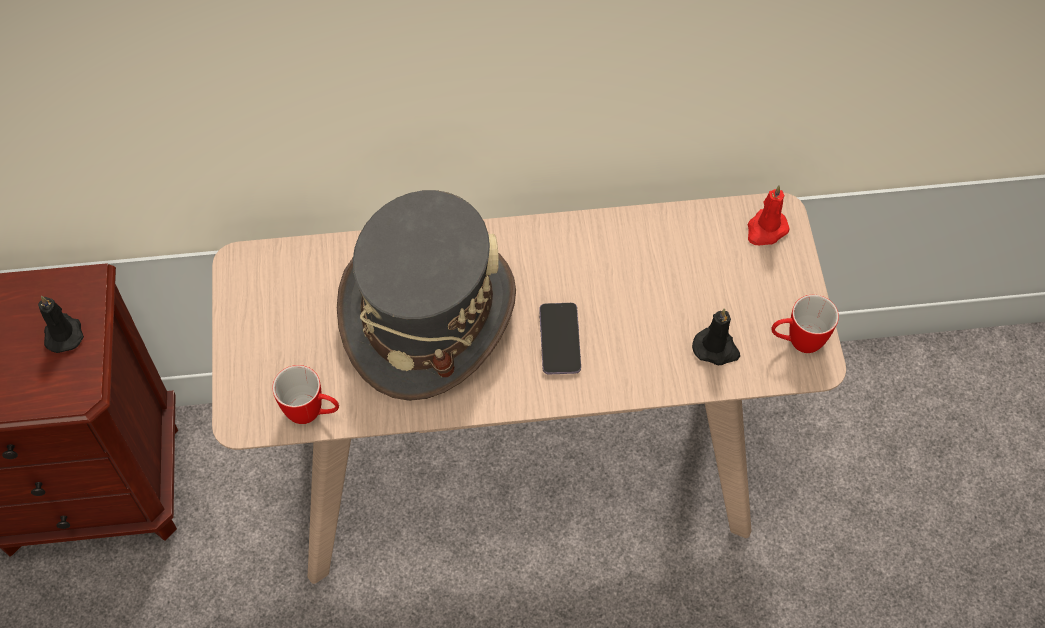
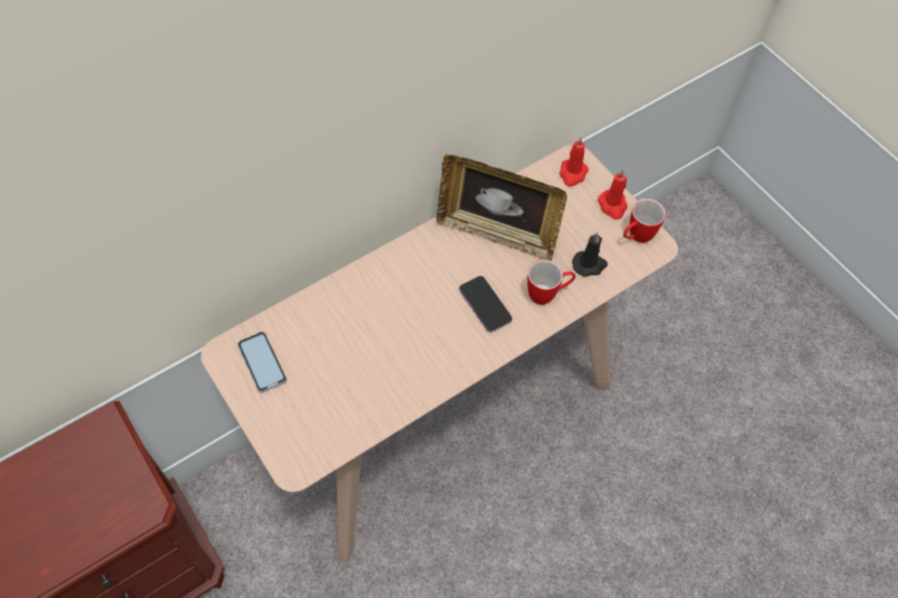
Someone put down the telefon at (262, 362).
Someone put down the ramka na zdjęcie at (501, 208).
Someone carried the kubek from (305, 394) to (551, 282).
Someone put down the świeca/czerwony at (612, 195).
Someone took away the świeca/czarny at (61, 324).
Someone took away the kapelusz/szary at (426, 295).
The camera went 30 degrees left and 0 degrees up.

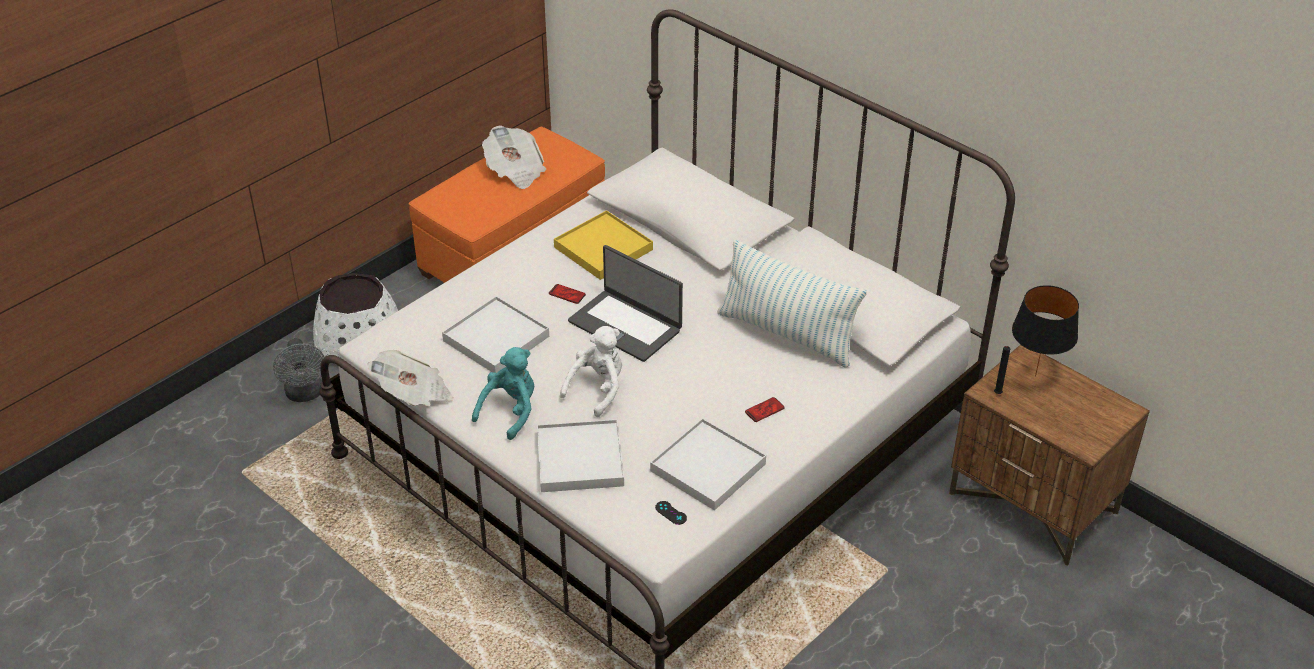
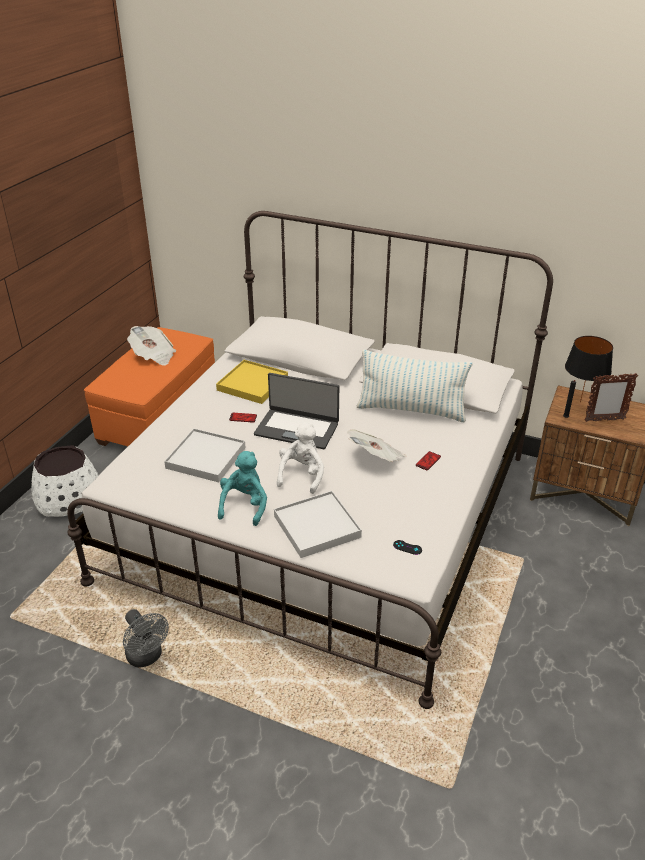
Someone carried the wentylator/szary from (298, 370) to (146, 638).
Someone carried the gazeta from (410, 378) to (376, 445).
Someone put down the ramka na zdjęcie at (611, 397).
Someone took away the taca/biały at (708, 464).
The camera went 20 degrees left and 5 degrees down.

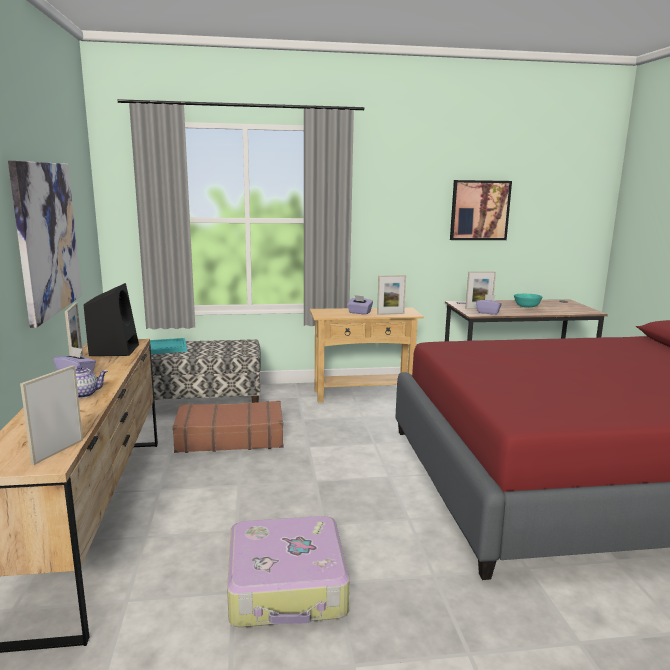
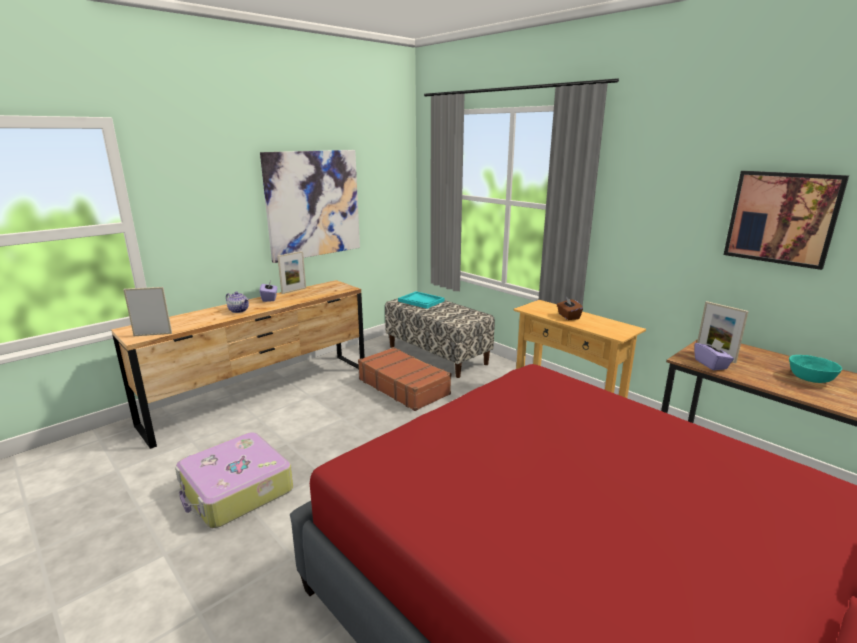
Someone repainted the pudełko chusteczek/fioletowy at (360, 305), which became the pudełko chusteczek/brązowy at (570, 308).
Someone took away the głośnik/czarny at (111, 319).
Someone took away the ramka na zdjęcie at (391, 295).
The camera went 55 degrees right and 5 degrees up.

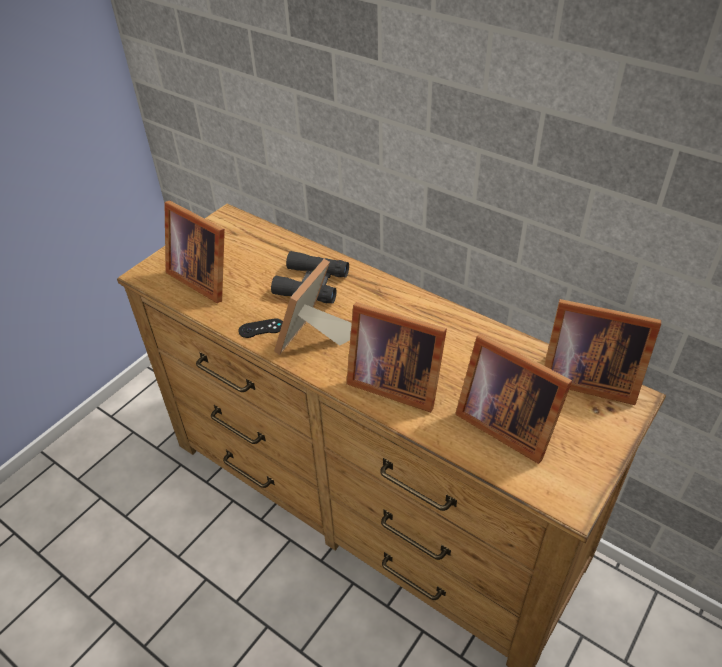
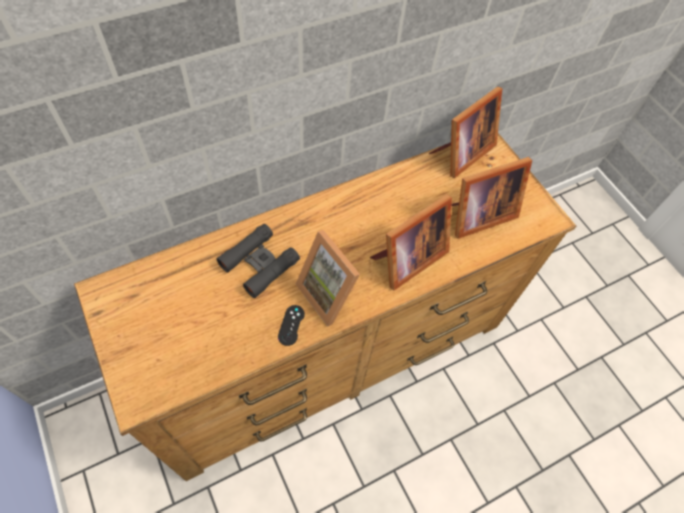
Someone took away the ramka na zdjęcie at (194, 252).
The camera went 70 degrees left and 15 degrees up.

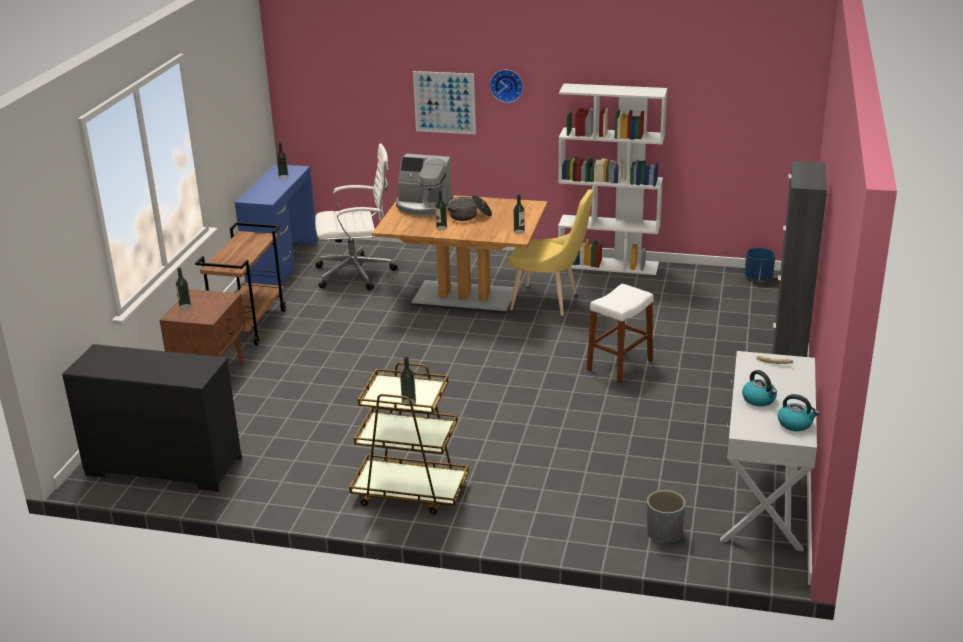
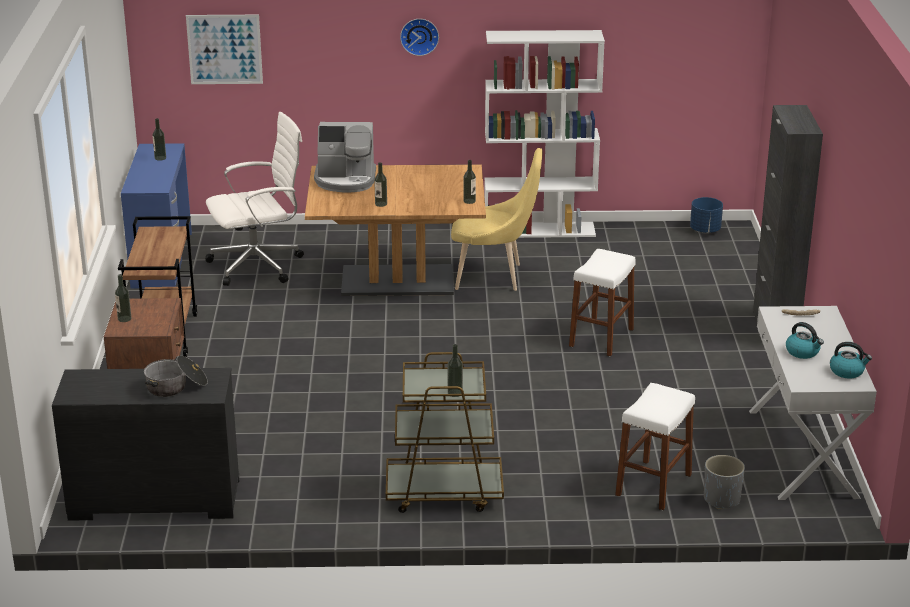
Someone carried the garnek from (470, 208) to (176, 376).
Someone carried the obraz from (444, 102) to (224, 49).
Someone put down the stołek/biały at (655, 446).
The camera went 15 degrees left and 0 degrees up.

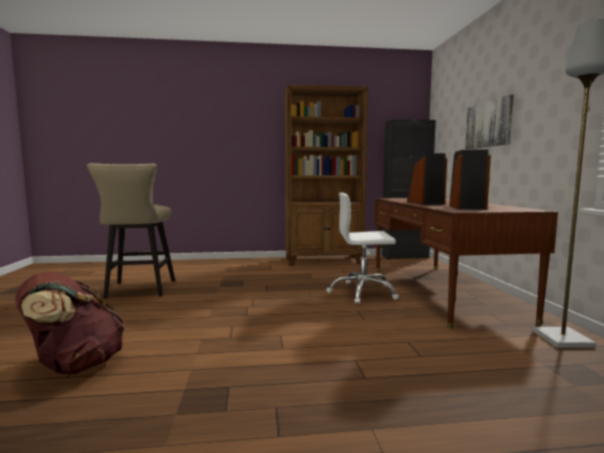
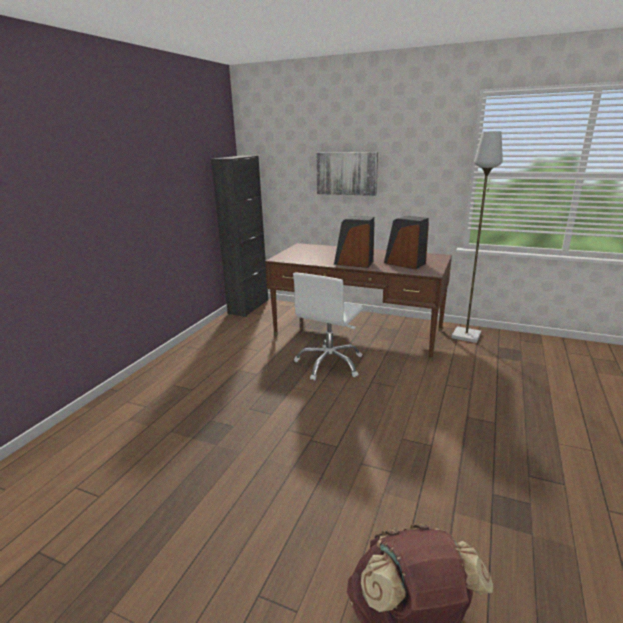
Someone took away the stołek/beżowy at (131, 231).
Someone took away the regał/brązowy at (326, 175).
The camera went 60 degrees left and 15 degrees up.

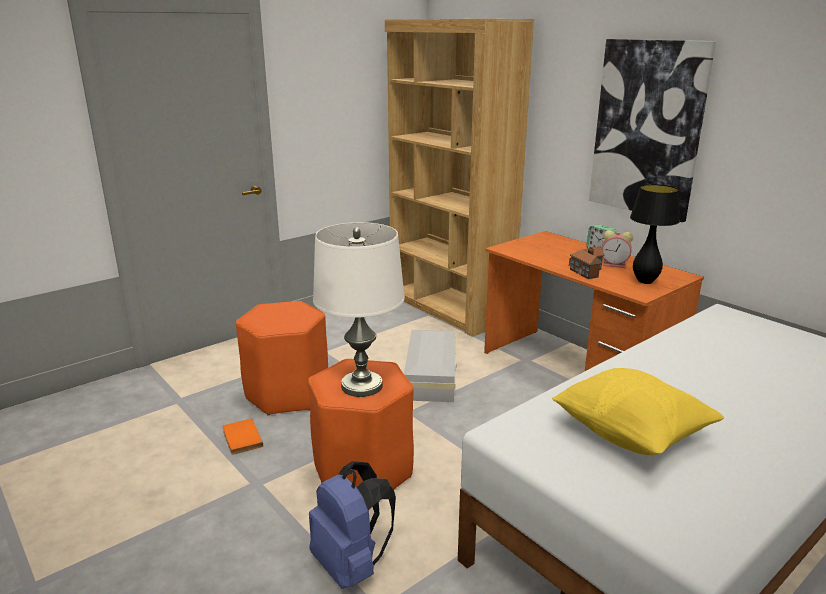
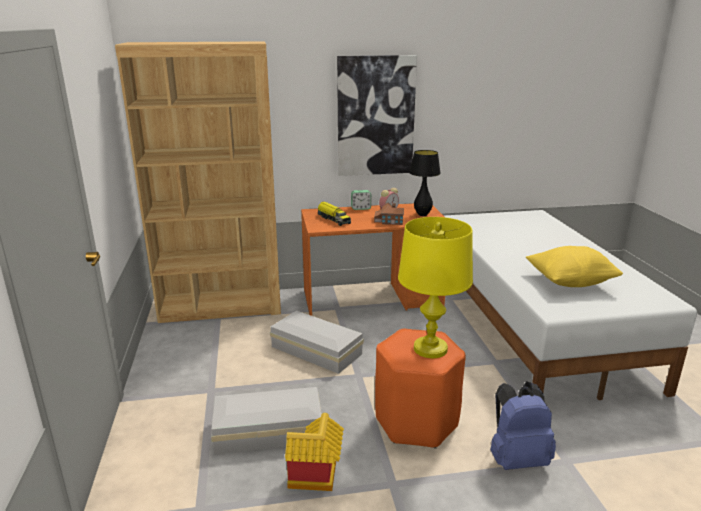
Someone swapped the stołek/pomarańczowy at (282, 358) for the pojemnik do przechowywania/biały at (266, 420).
Someone swapped the książka/pomarańczowy at (242, 436) for the domek at (314, 452).
Someone put down the ciężarówka zabawkowa at (334, 213).
Someone repainted the lampa stołowa/biały at (359, 309), which became the lampa stołowa/żółty at (435, 287).
The camera went 60 degrees left and 0 degrees up.

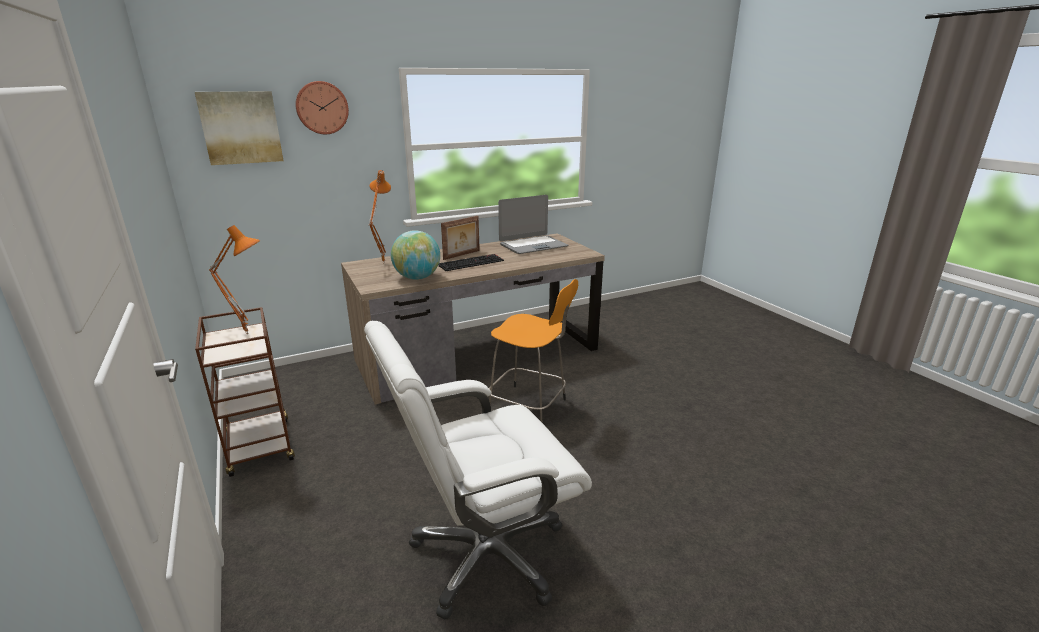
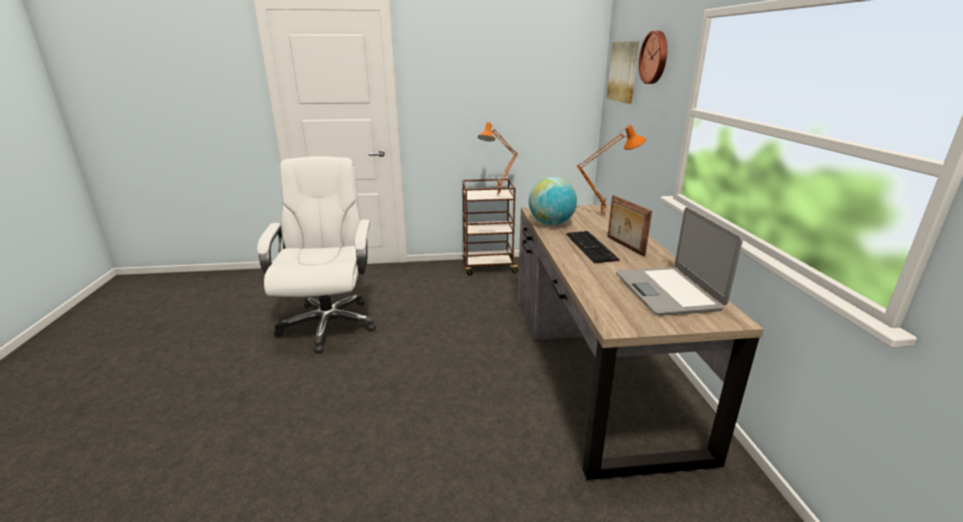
Someone took away the stołek/pomarańczowy at (533, 351).
The camera went 110 degrees right and 0 degrees up.

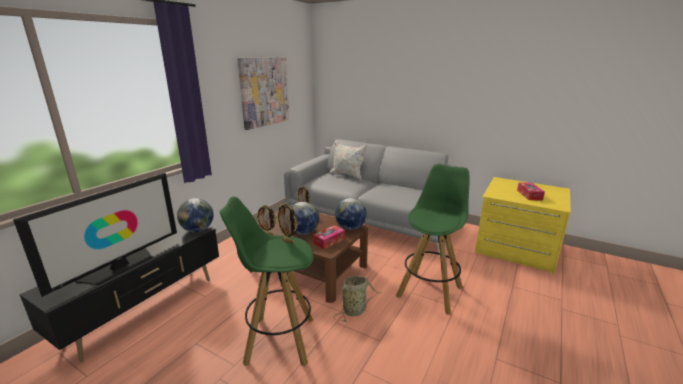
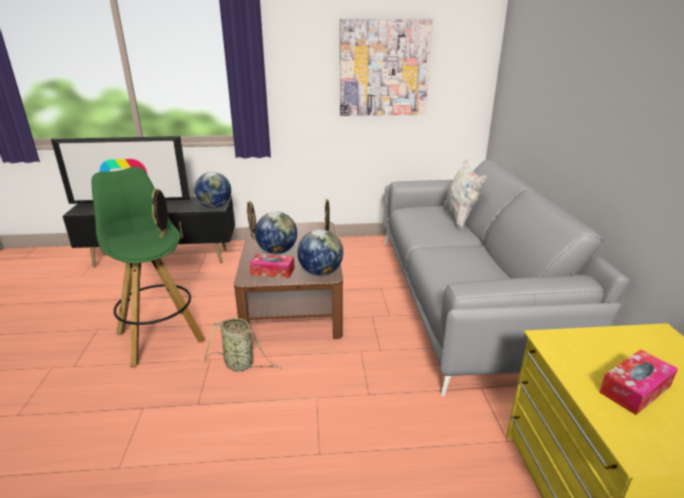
Someone took away the stołek/zielony at (432, 239).
The camera went 55 degrees right and 5 degrees up.

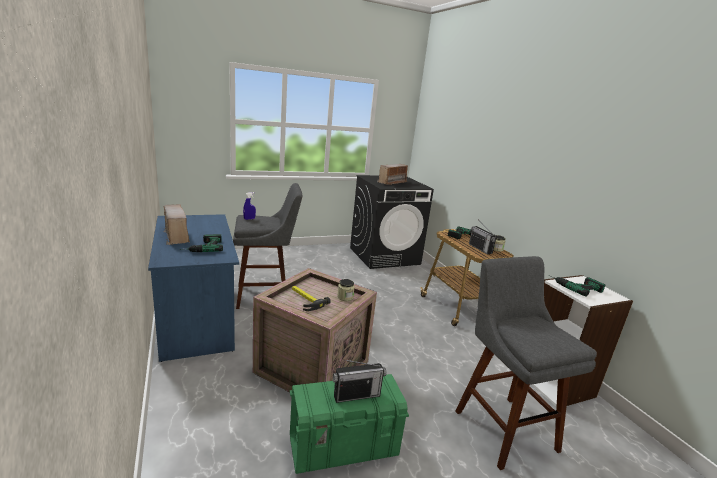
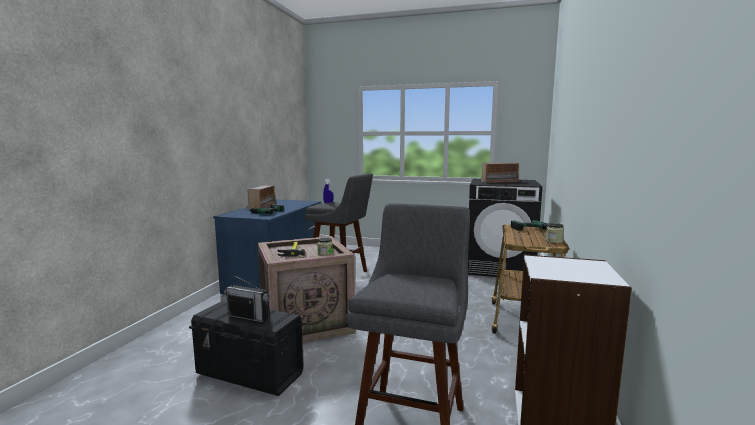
Someone repainted the pojemnik do przechowywania/zielony at (349, 424), which became the pojemnik do przechowywania/czarny at (246, 348).
Someone took away the radio at (483, 237).
Someone took away the wiertarka at (577, 286).
The camera went 40 degrees right and 10 degrees down.

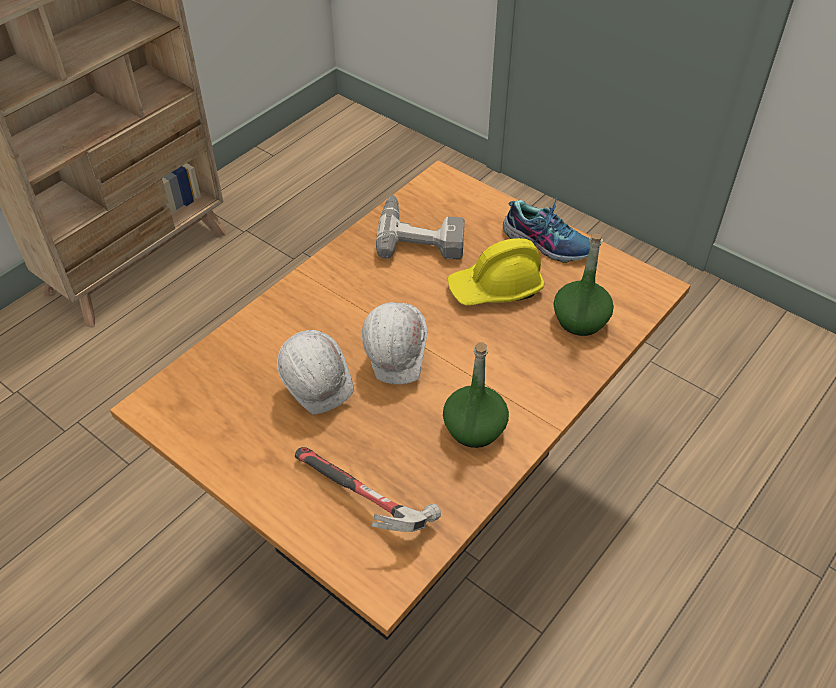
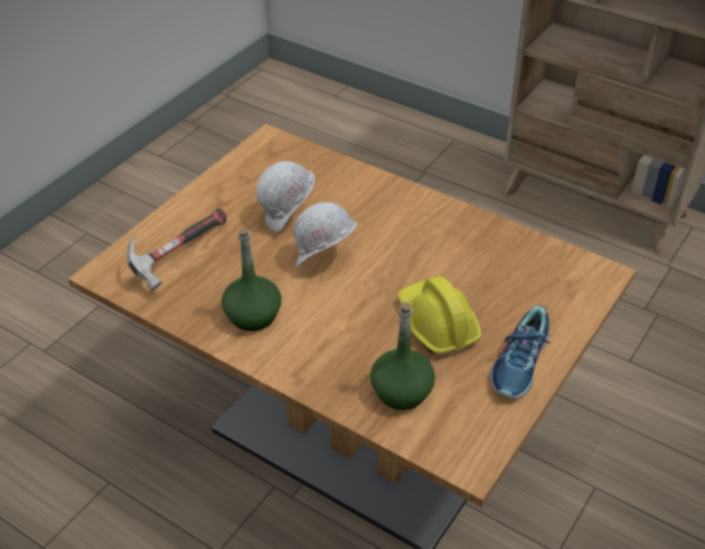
Someone took away the wiertarka at (420, 227).
The camera went 85 degrees right and 5 degrees down.

